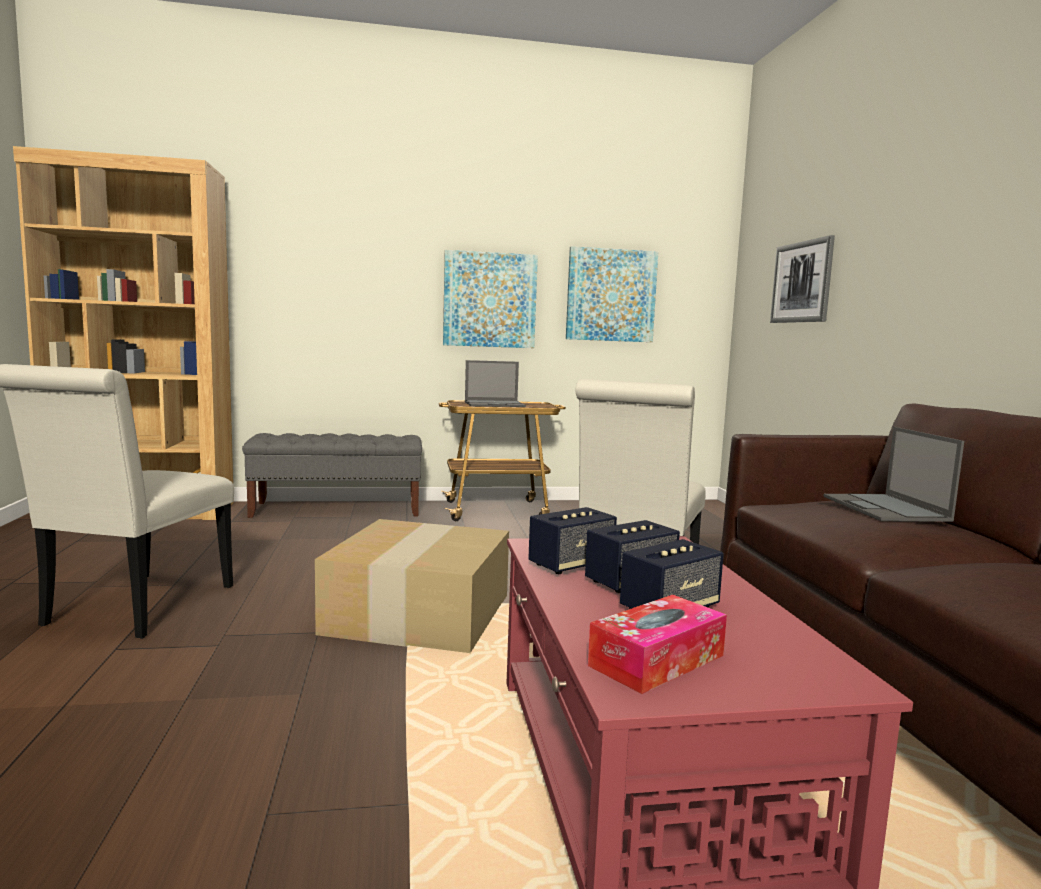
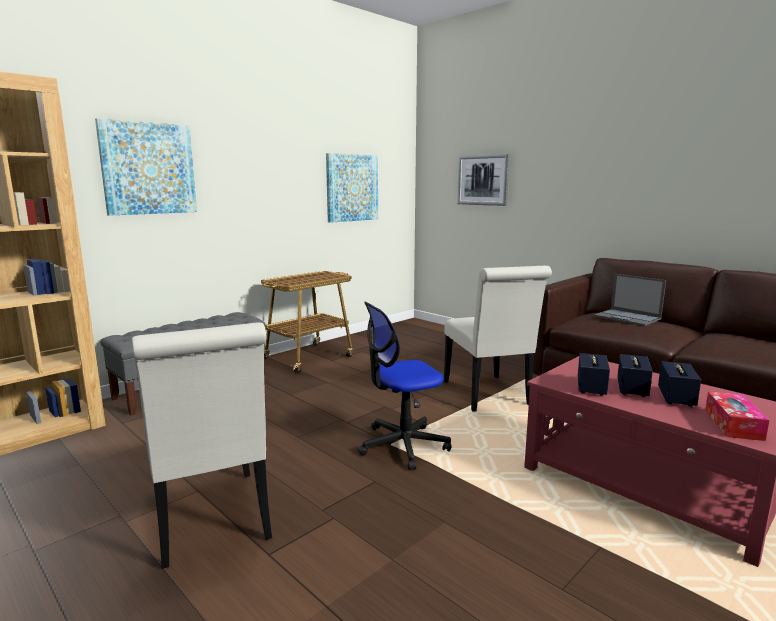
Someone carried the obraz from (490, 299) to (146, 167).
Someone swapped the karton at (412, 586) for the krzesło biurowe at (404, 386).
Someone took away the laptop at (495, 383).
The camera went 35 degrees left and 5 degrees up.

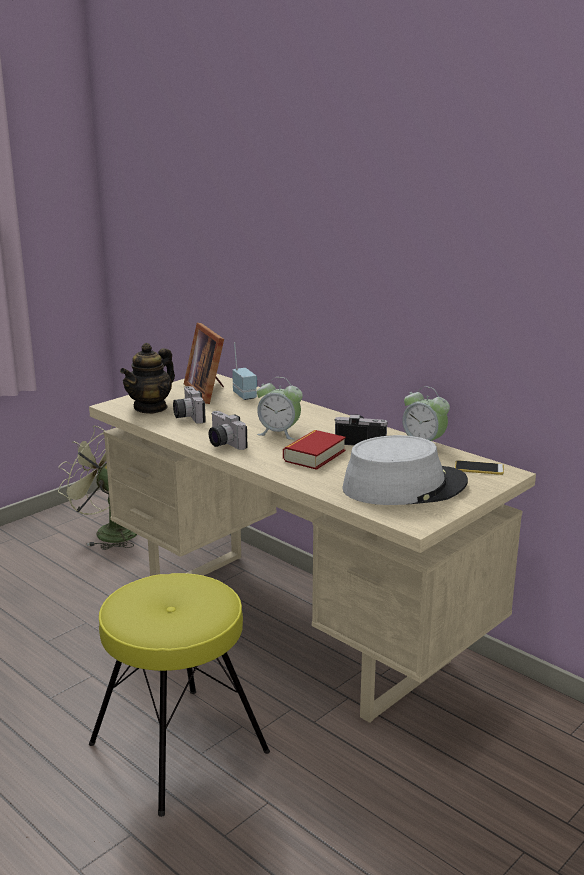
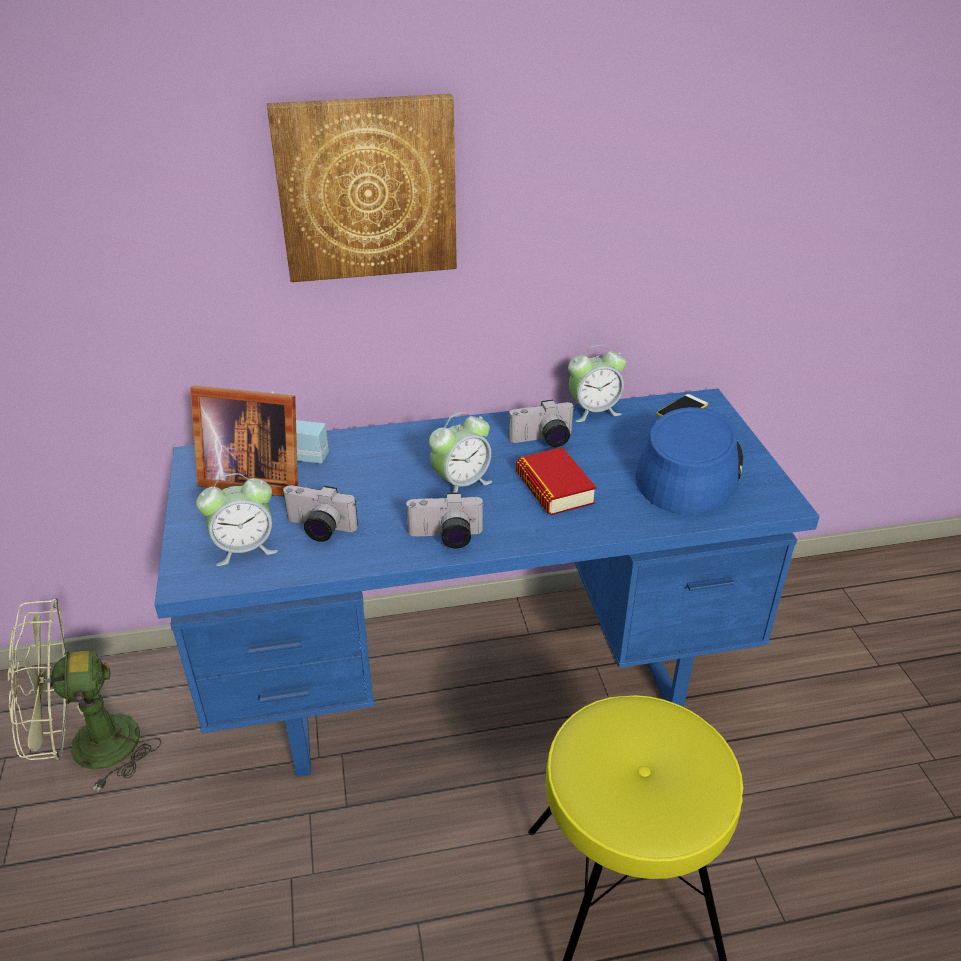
Someone repainted the biurko/beżowy at (312, 548), which became the biurko/niebieski at (487, 583).
Someone swapped the imbryk at (147, 378) for the budzik at (237, 519).
Someone put up the obraz at (362, 188).
Someone rotated the aparat fotograficzny at (361, 430) by 150 degrees counterclockwise.
Someone repainted the kapelusz/szary at (405, 470), which became the kapelusz/niebieski at (689, 460).
The camera went 55 degrees left and 15 degrees up.

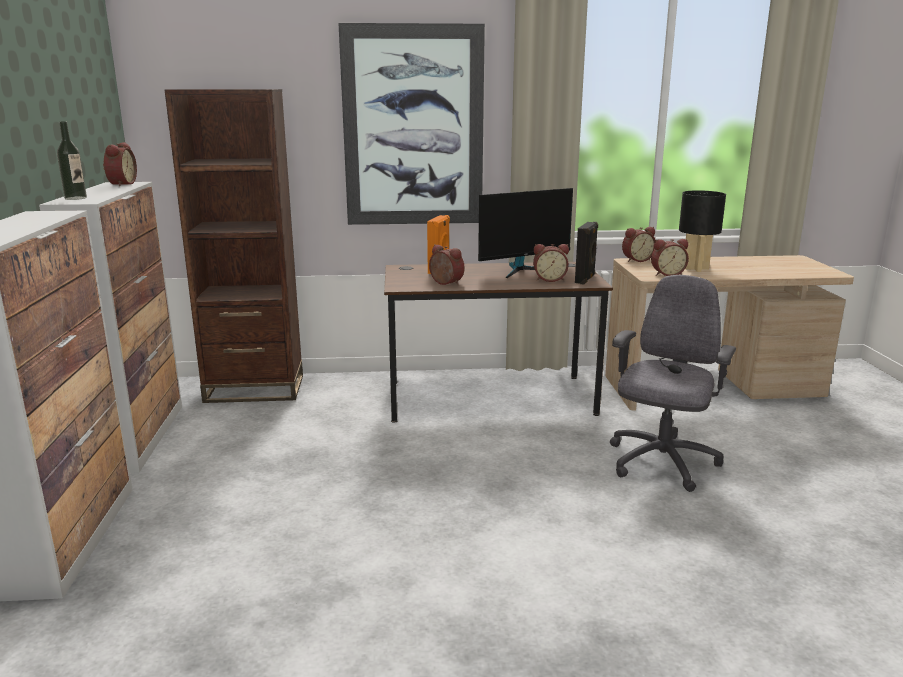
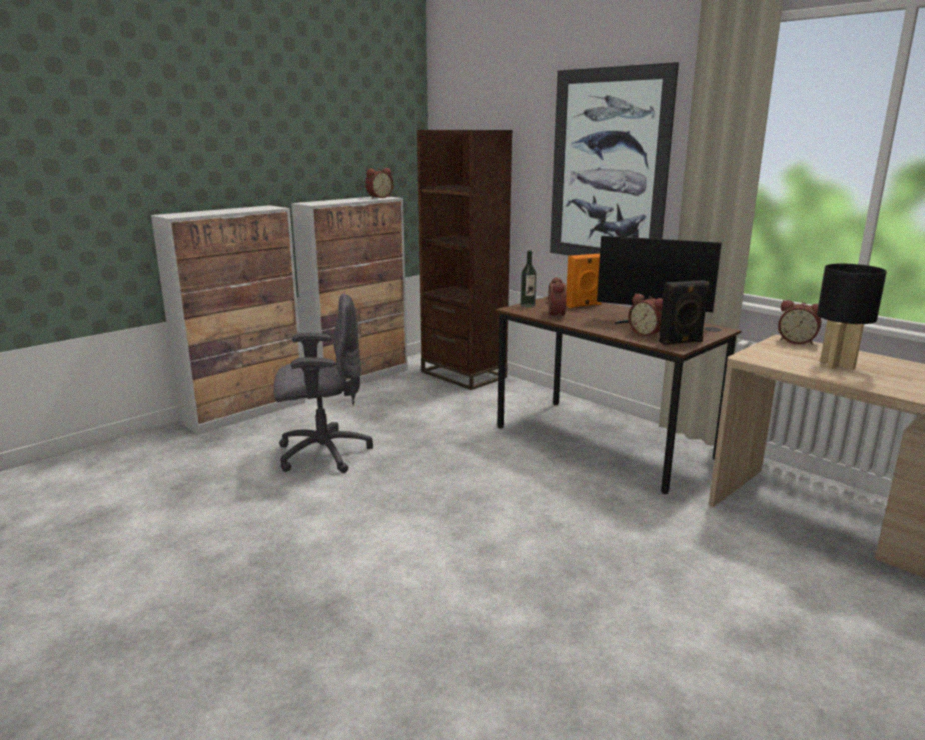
Someone carried the krzesło biurowe/szary from (673, 383) to (323, 383).
Someone carried the butelka from (72, 160) to (528, 279).
Someone took away the budzik at (670, 257).
The camera went 50 degrees right and 0 degrees up.

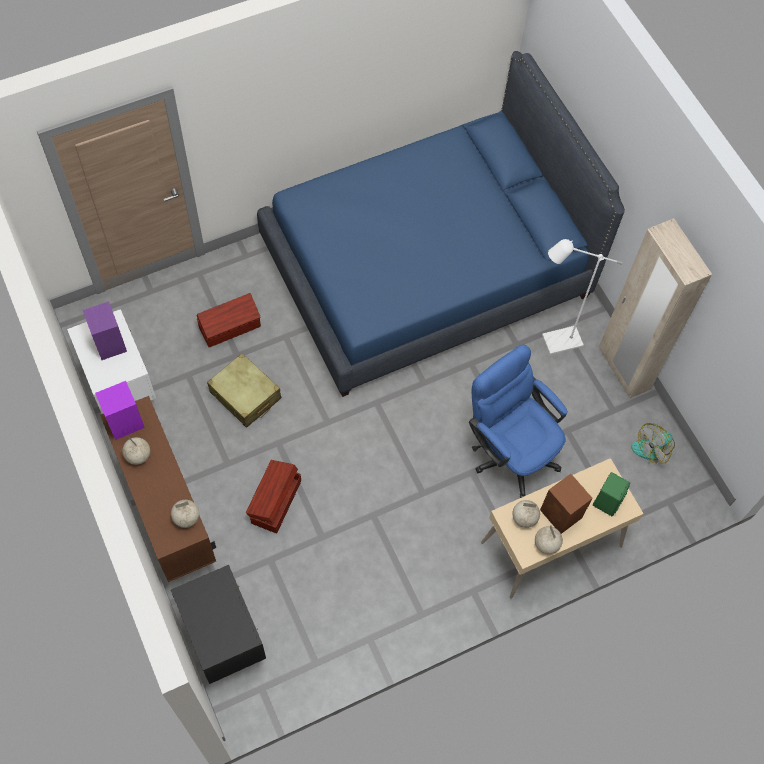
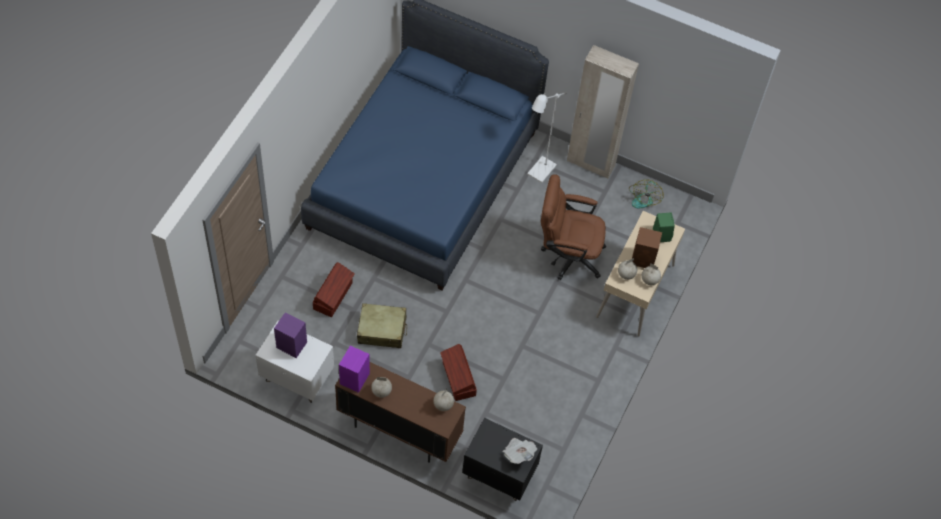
Someone put down the gazeta at (519, 451).
Someone repainted the krzesło biurowe/niebieski at (518, 421), which became the krzesło biurowe/brązowy at (573, 227).
The camera went 40 degrees left and 5 degrees down.

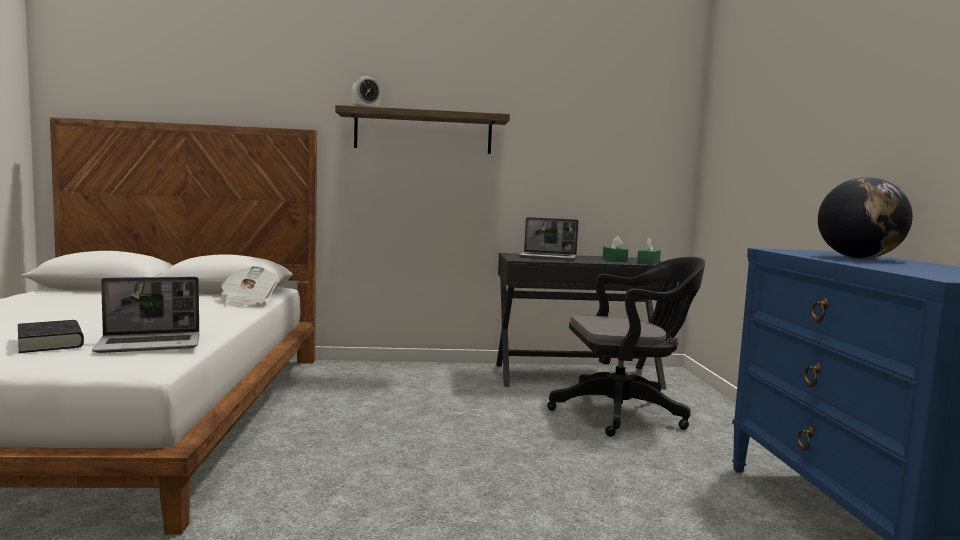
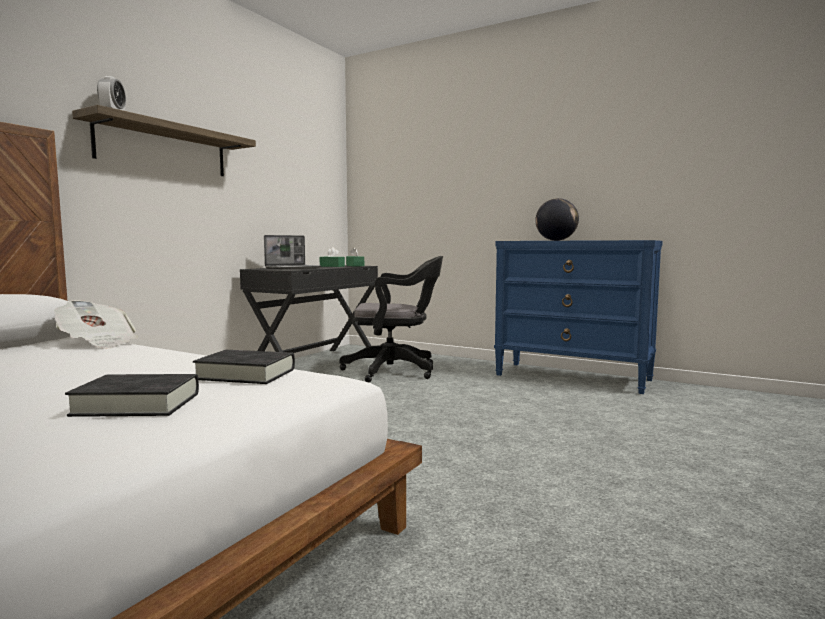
Someone swapped the laptop at (145, 315) for the książka/czarny at (244, 367).
Someone rotated the krzesło biurowe/czarny at (626, 347) by 60 degrees clockwise.
The camera went 55 degrees left and 0 degrees up.

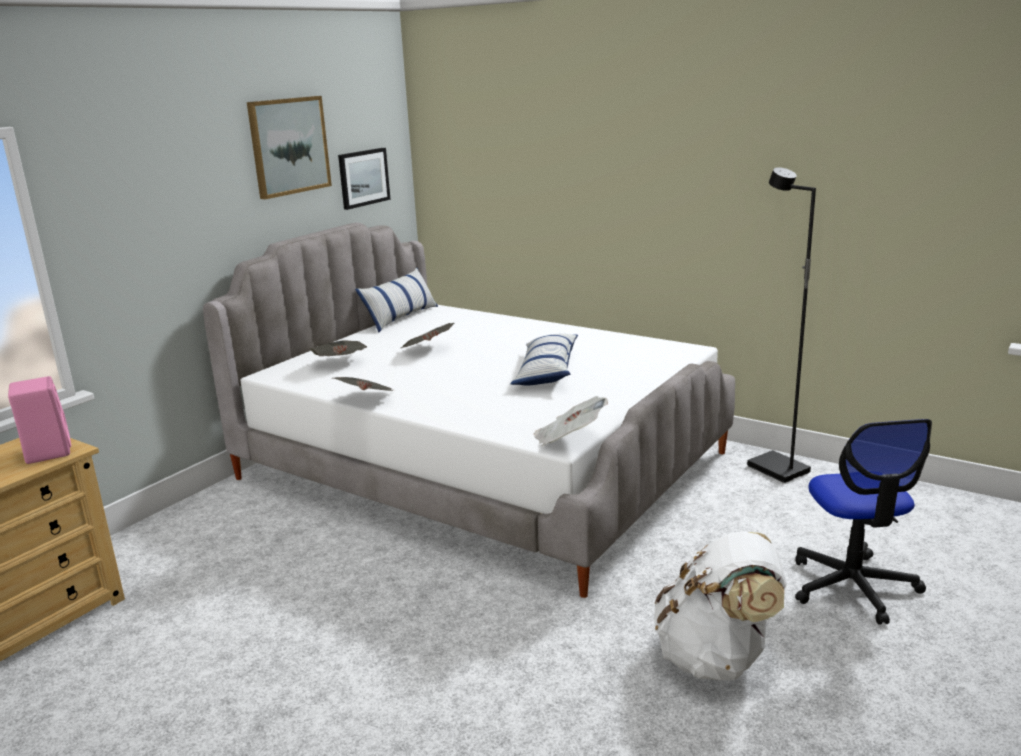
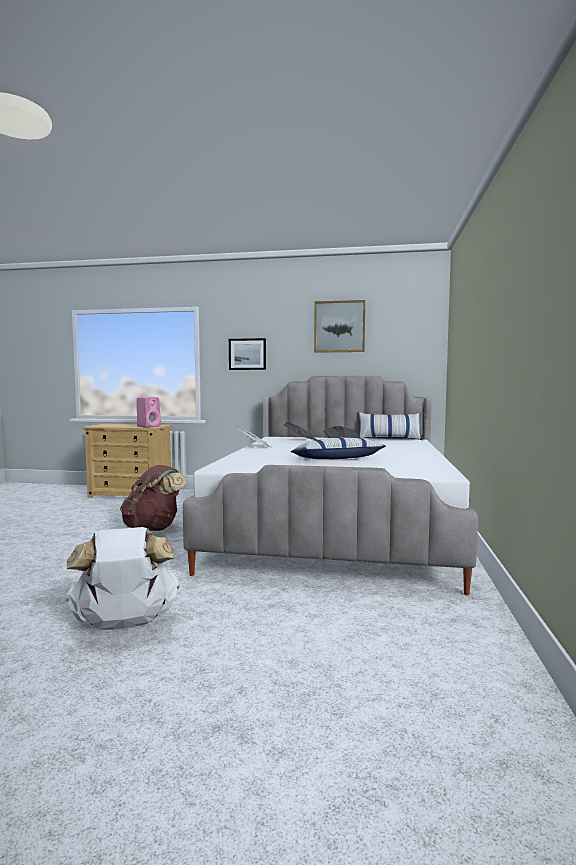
Someone put down the plecak/brązowy at (153, 498).
Someone carried the obraz from (364, 179) to (247, 354).
Someone took away the gazeta at (571, 421).
Someone took away the lampa stojąca/czarny at (781, 325).
Someone took away the krzesło biurowe at (863, 522).
The camera went 65 degrees right and 15 degrees down.

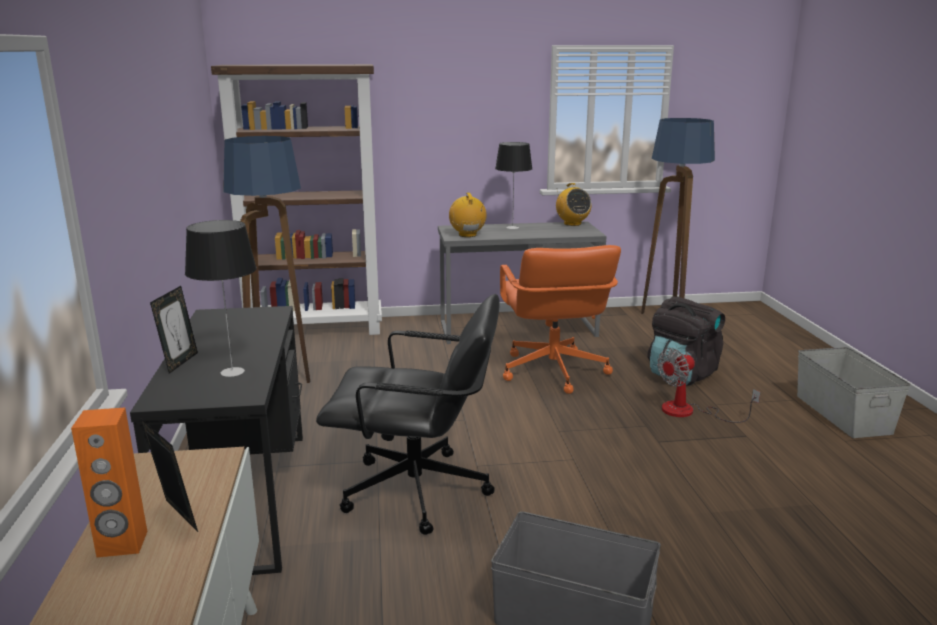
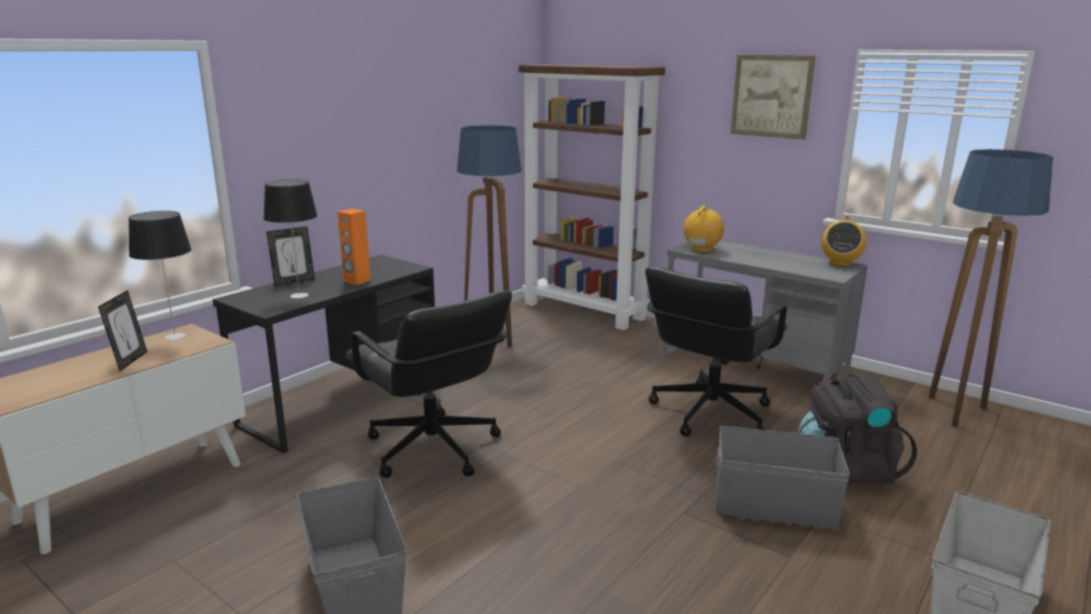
Someone carried the lampa stołowa from (513, 185) to (160, 275).
Someone carried the głośnik/pomarańczowy from (109, 482) to (354, 247).
Someone repainted the krzesło biurowe/pomarańczowy at (560, 319), which became the krzesło biurowe/czarny at (716, 352).
Someone swapped the wentylator at (708, 385) for the pojemnik do przechowywania/szary at (782, 477).
Someone put up the obraz at (773, 97).
The camera went 45 degrees right and 0 degrees up.

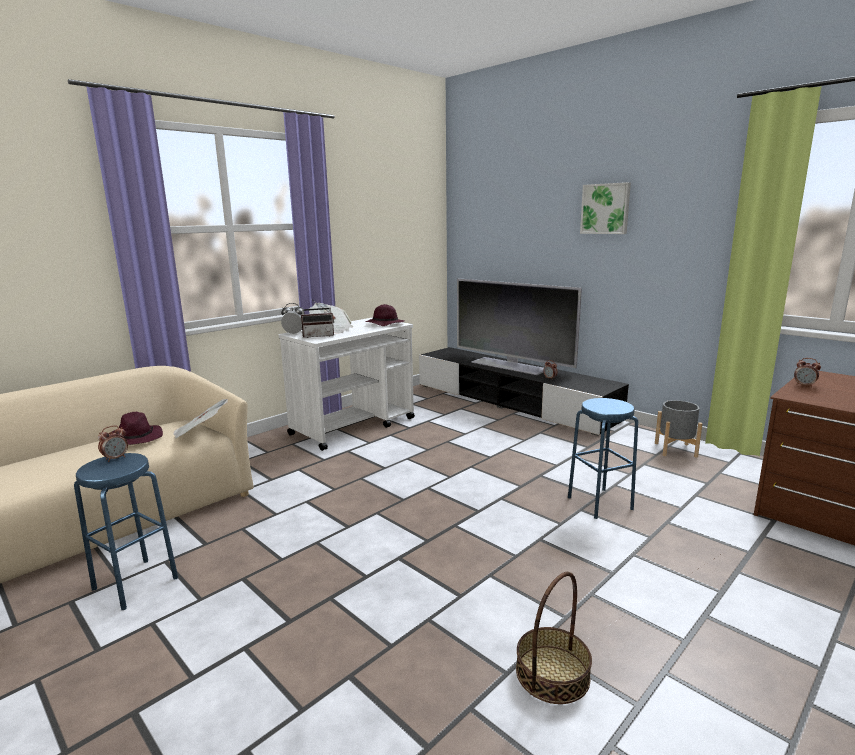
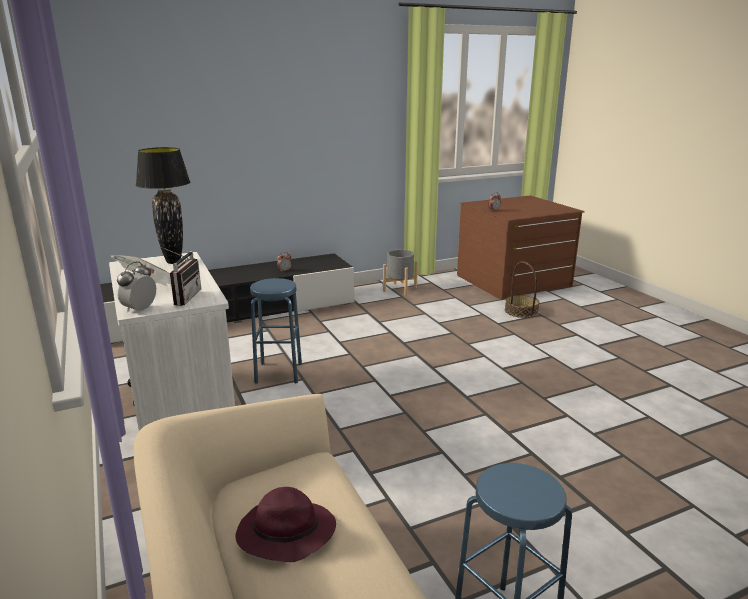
Someone swapped the kapelusz/fioletowy at (385, 315) for the lampa stołowa/czarny at (163, 205).
Someone carried the stołek/niebieski from (603, 458) to (276, 331).
Someone carried the koszyk from (554, 638) to (522, 290).
Someone took away the budzik at (113, 444).
Someone took away the gazeta at (200, 419).
Someone took away the telewizor at (519, 326).
Someone took away the obraz at (605, 208).
The camera went 70 degrees left and 5 degrees up.

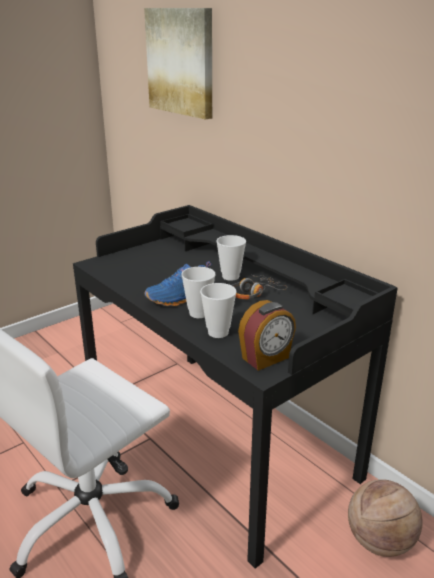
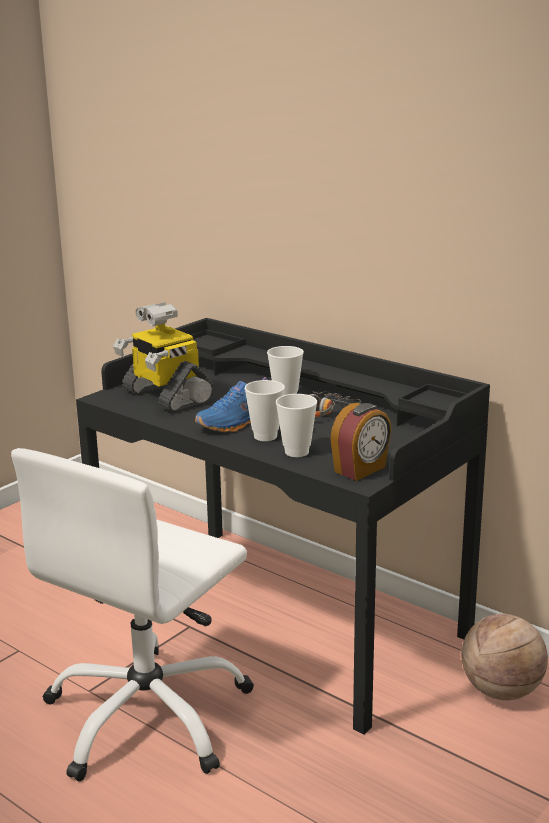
Someone put down the robot zabawkowy at (163, 357).
Someone took away the obraz at (178, 63).
The camera went 10 degrees left and 5 degrees down.

